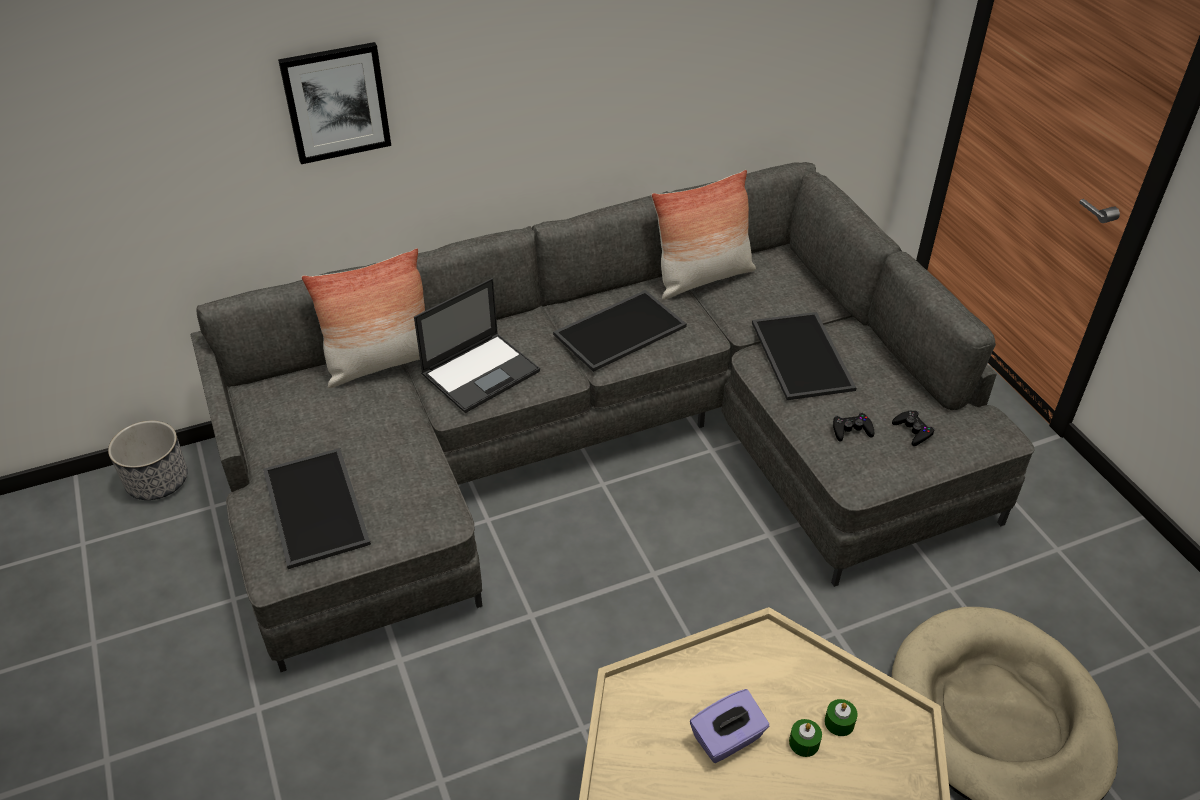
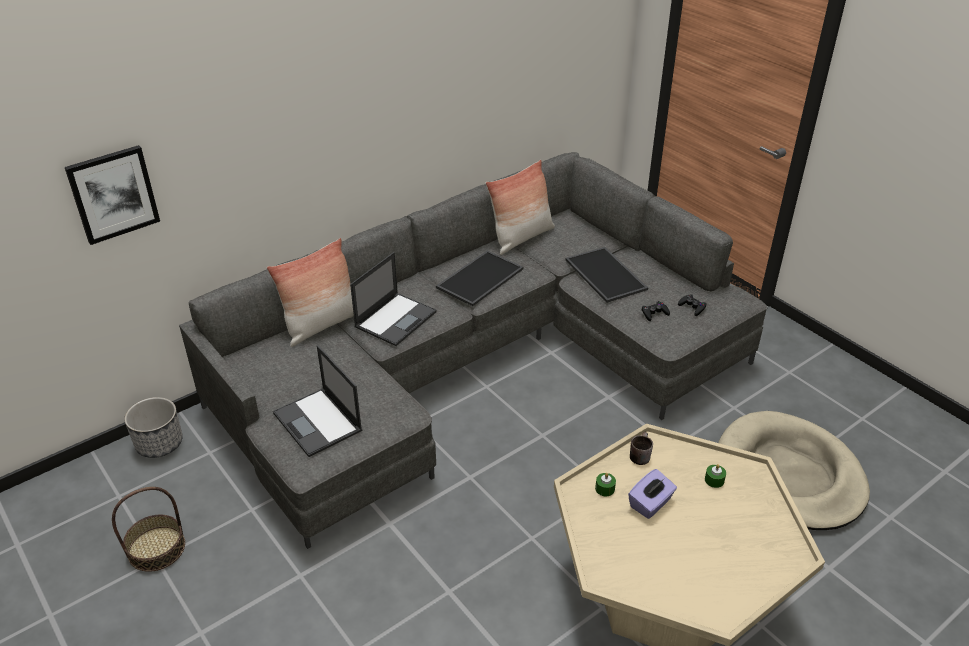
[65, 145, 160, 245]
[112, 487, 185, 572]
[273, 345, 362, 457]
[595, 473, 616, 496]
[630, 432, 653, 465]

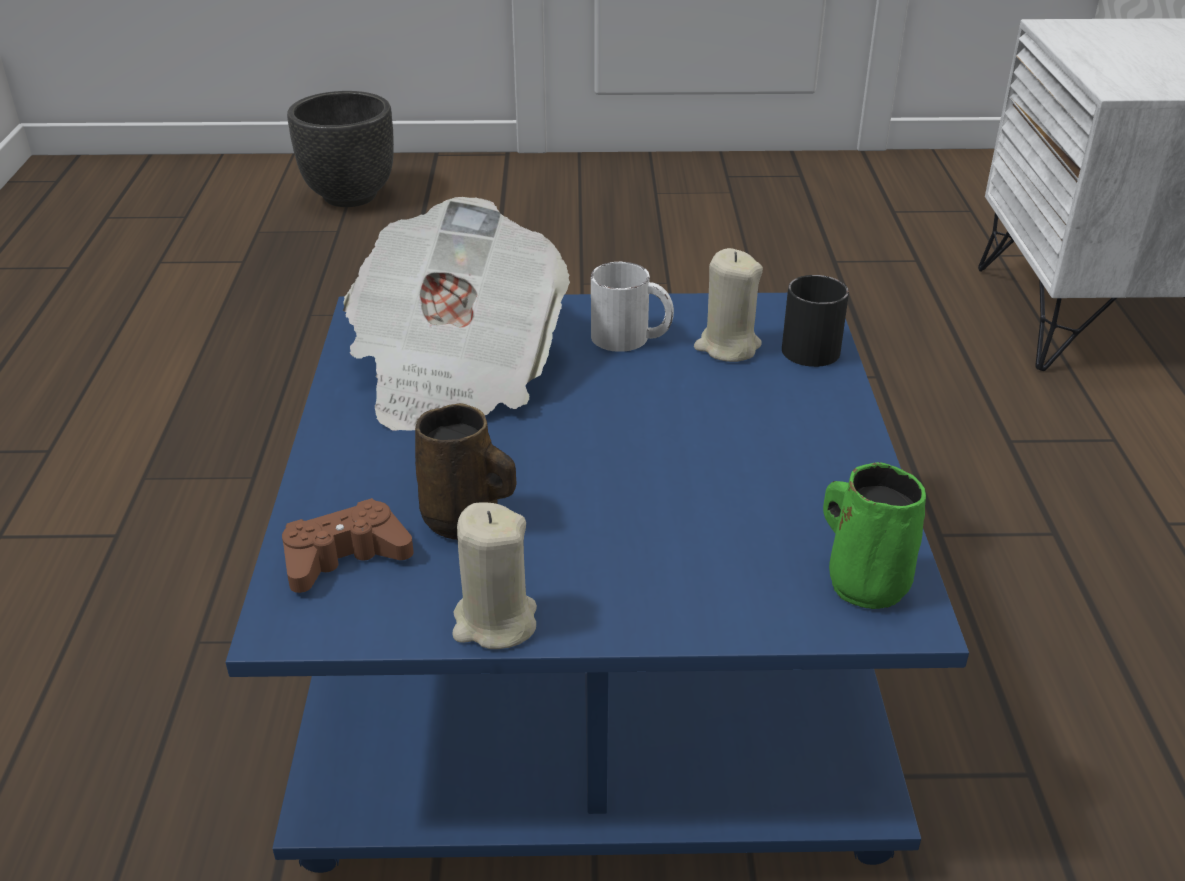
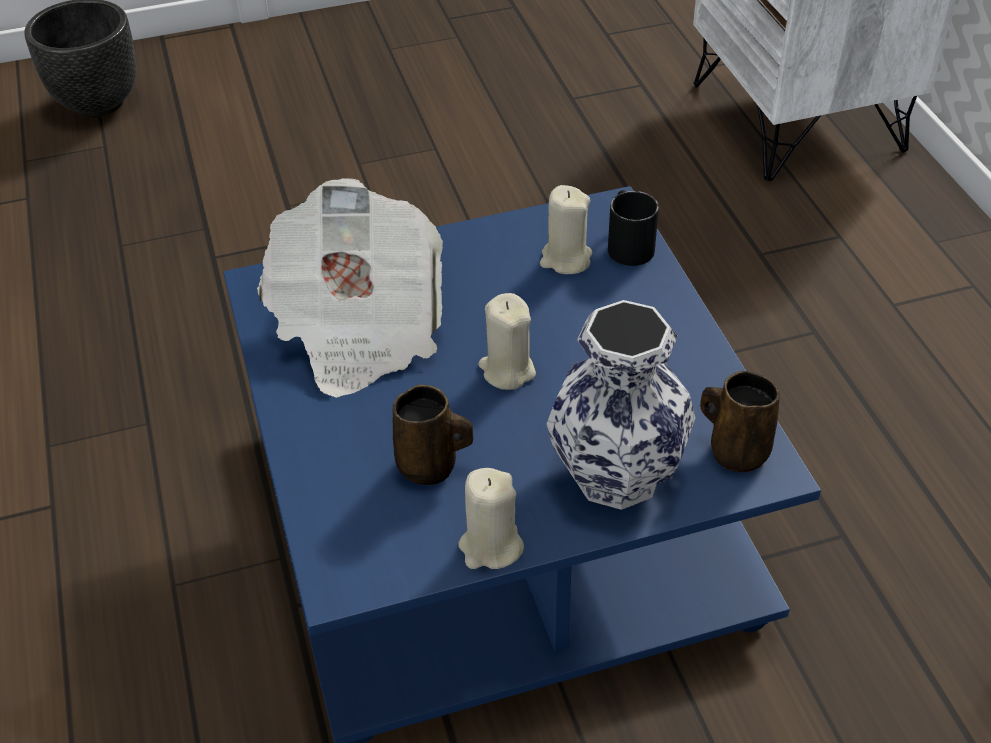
[478, 293, 536, 390]
[546, 300, 695, 510]
[700, 371, 780, 472]
[282, 498, 414, 593] (first image)
[591, 262, 674, 352] (first image)

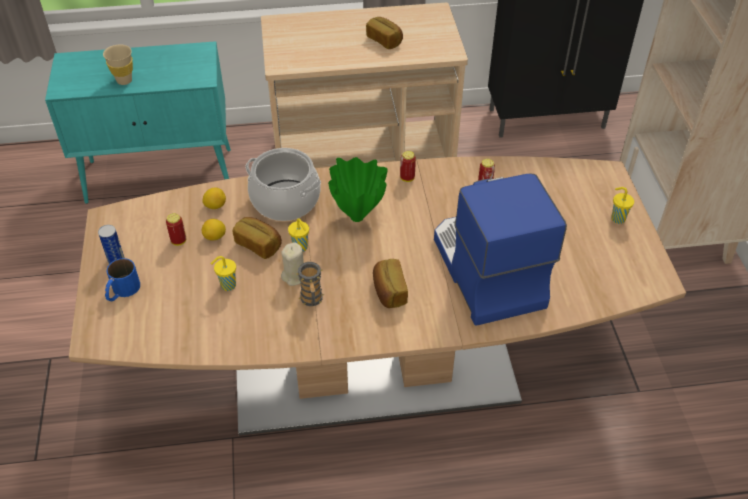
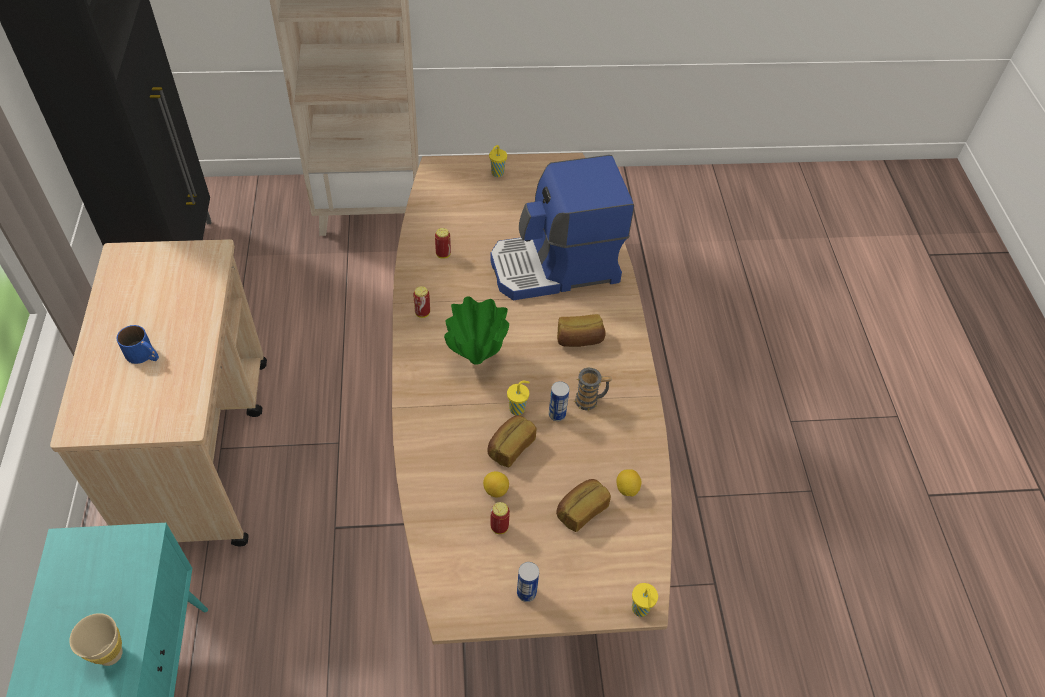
[116, 325, 159, 364]
[549, 381, 569, 421]
[556, 479, 611, 532]
[616, 470, 641, 497]
[632, 583, 658, 617]
[245, 148, 321, 221] (first image)

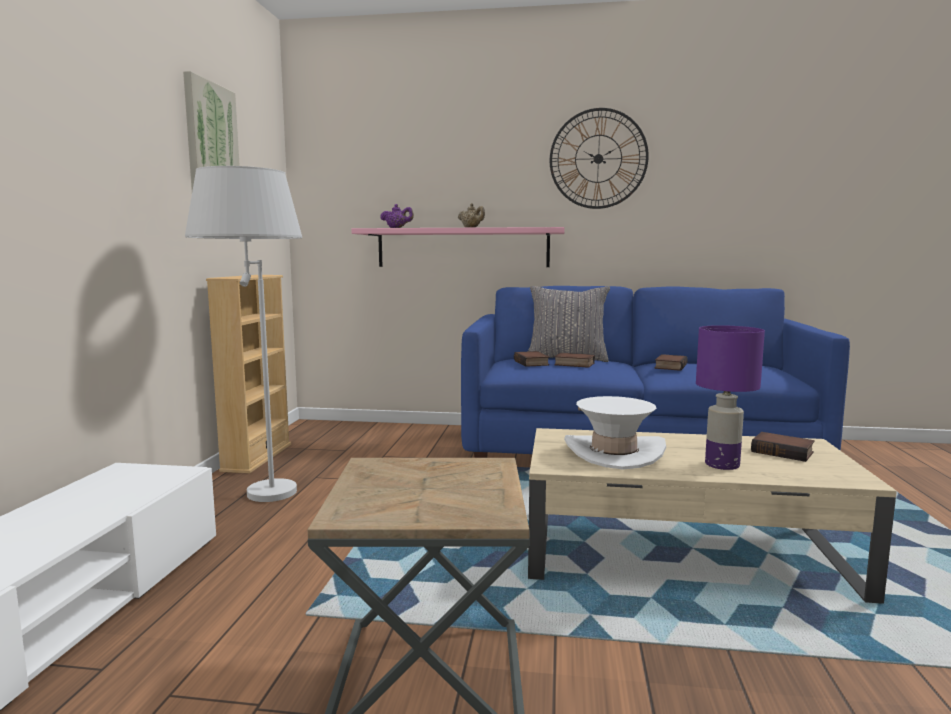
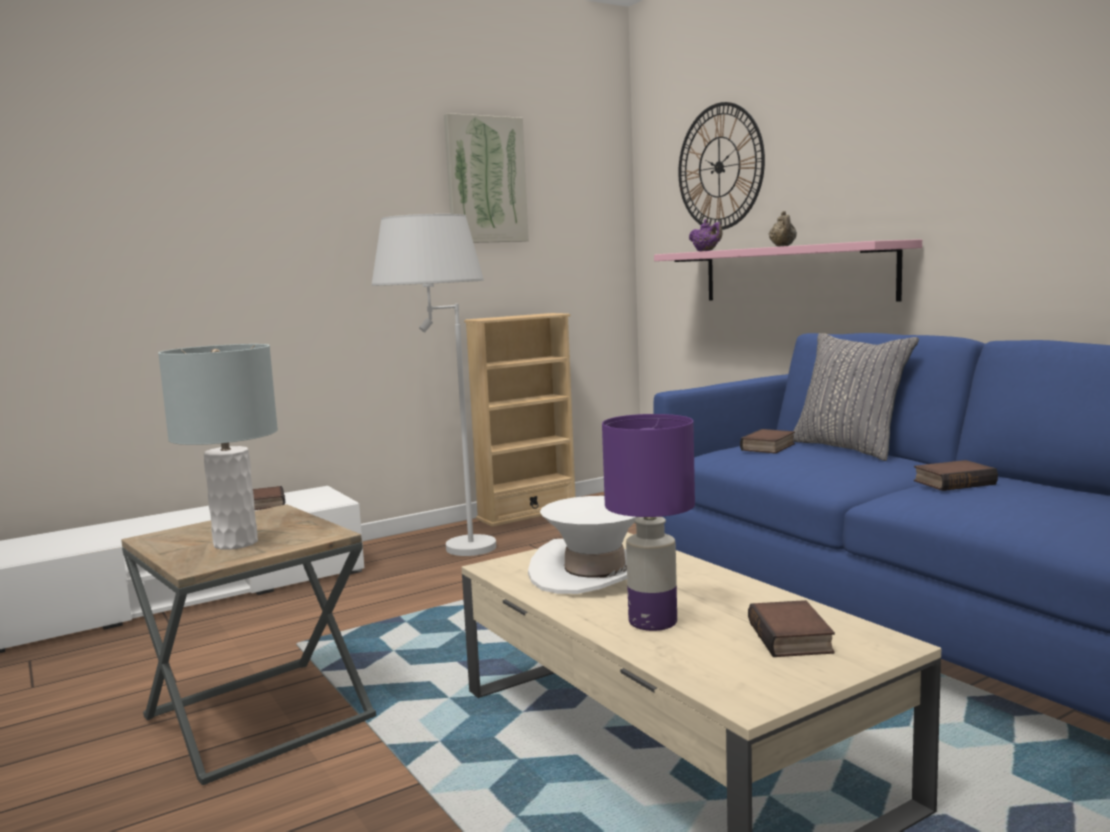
[158, 344, 278, 550]
[253, 486, 285, 510]
[678, 102, 765, 230]

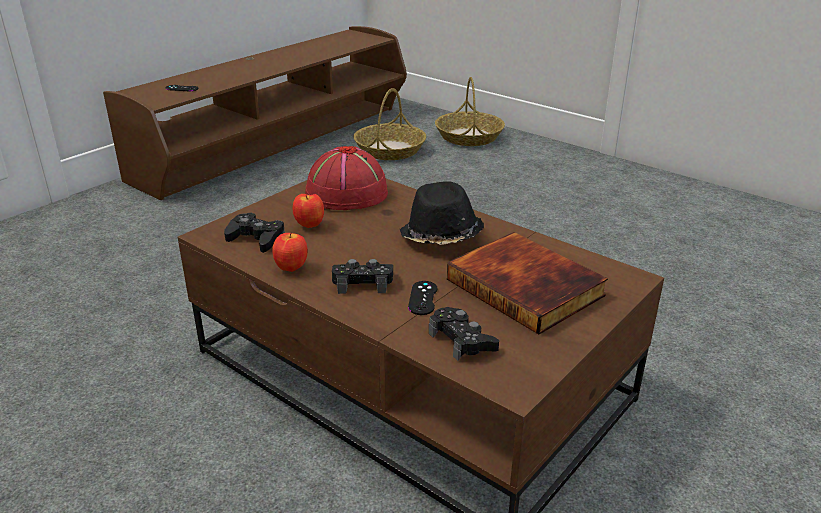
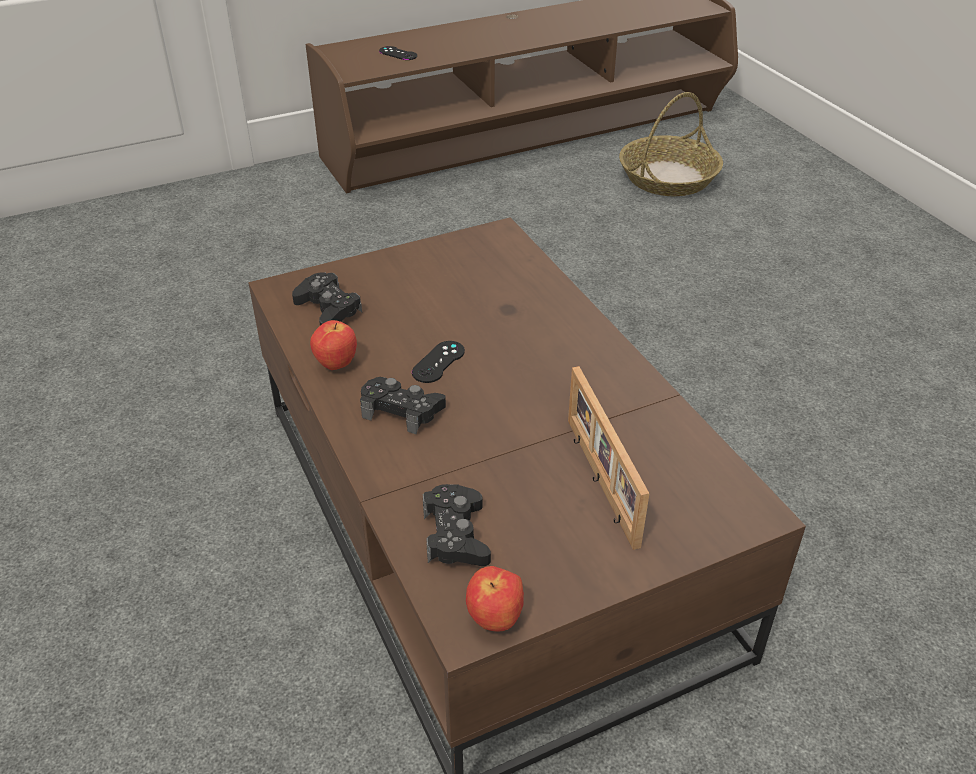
[412, 341, 465, 383]
[466, 566, 524, 632]
[568, 366, 650, 550]
[305, 146, 388, 210] (first image)
[400, 181, 484, 245] (first image)
[435, 77, 505, 146] (first image)

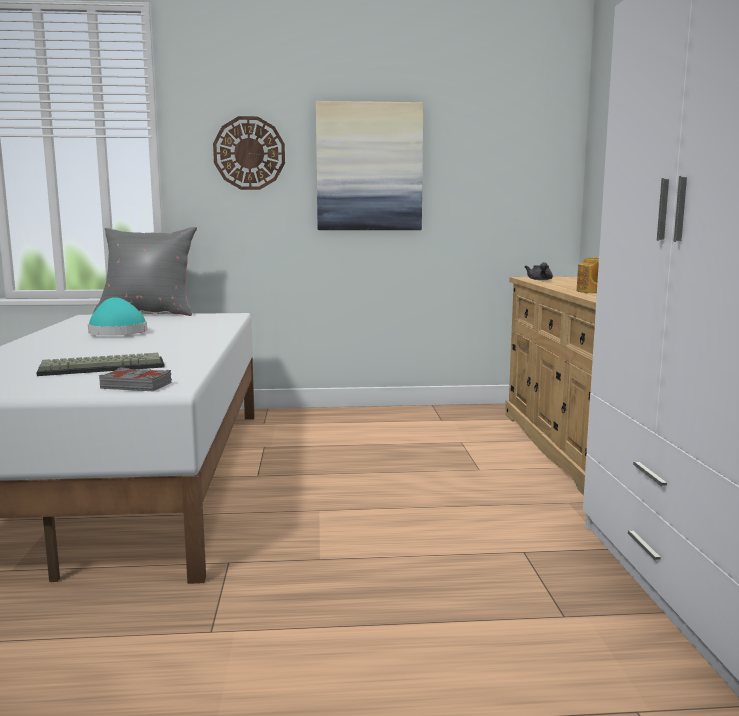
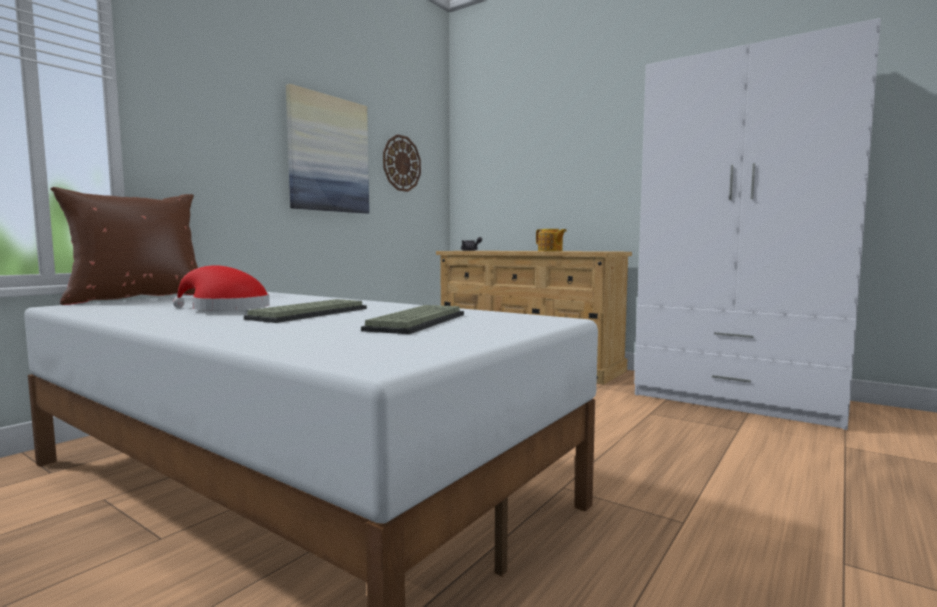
[50, 187, 198, 305]
[173, 265, 270, 310]
[244, 299, 367, 323]
[383, 134, 421, 192]
[99, 367, 172, 391] (first image)

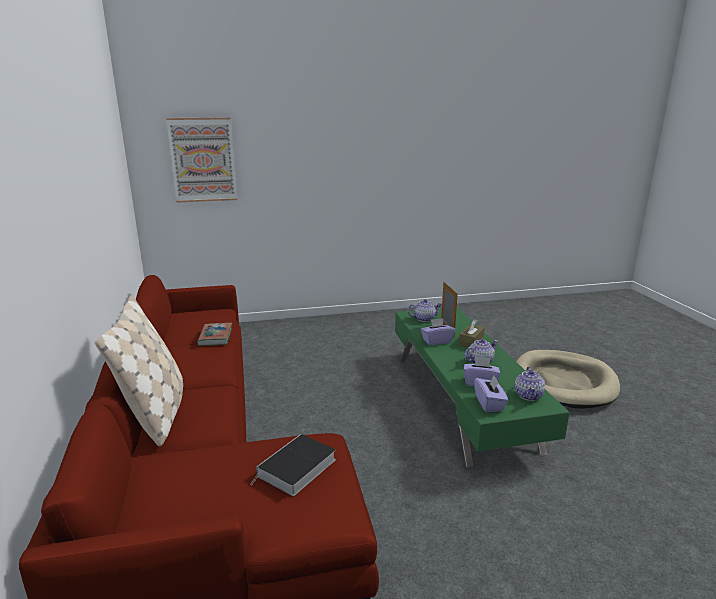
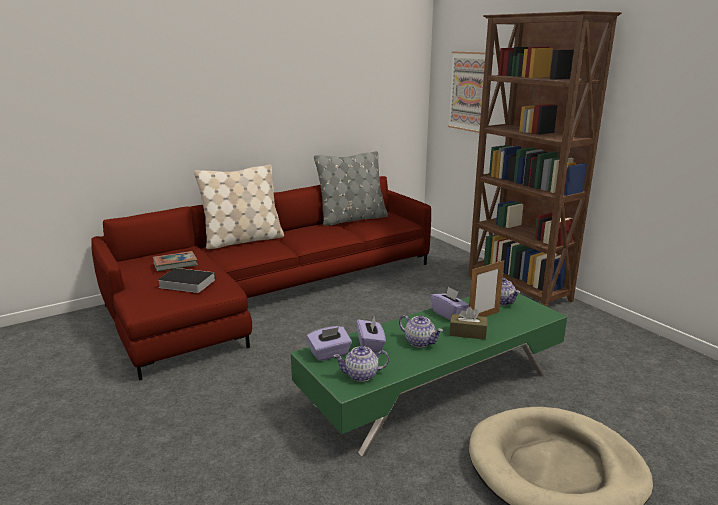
[153, 251, 198, 271]
[314, 151, 388, 226]
[468, 11, 622, 307]

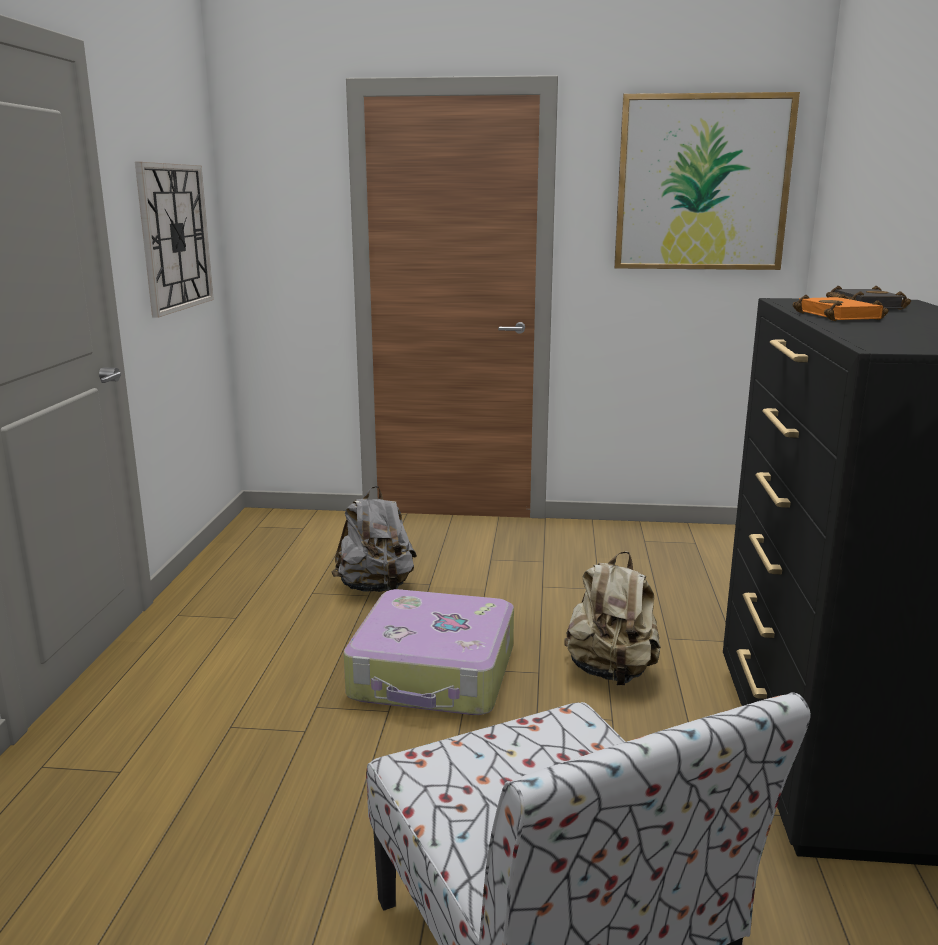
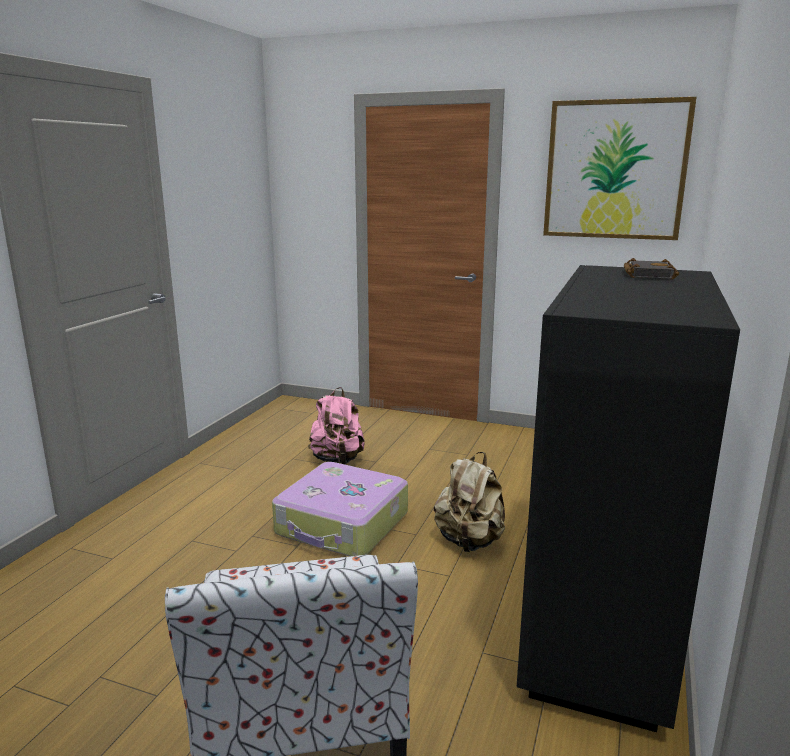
[308, 387, 365, 464]
[135, 162, 214, 318] (first image)
[793, 294, 889, 321] (first image)

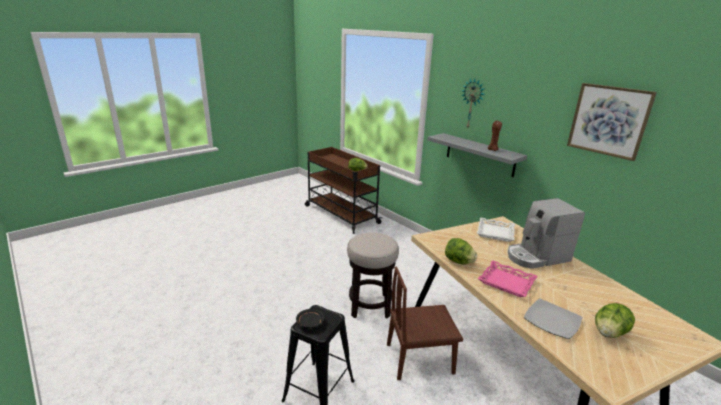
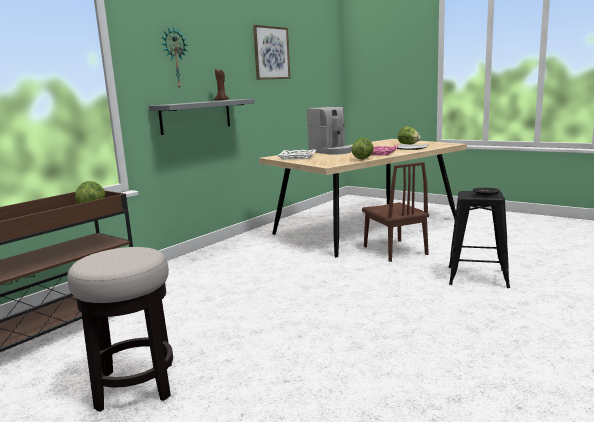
[67, 247, 173, 412]

